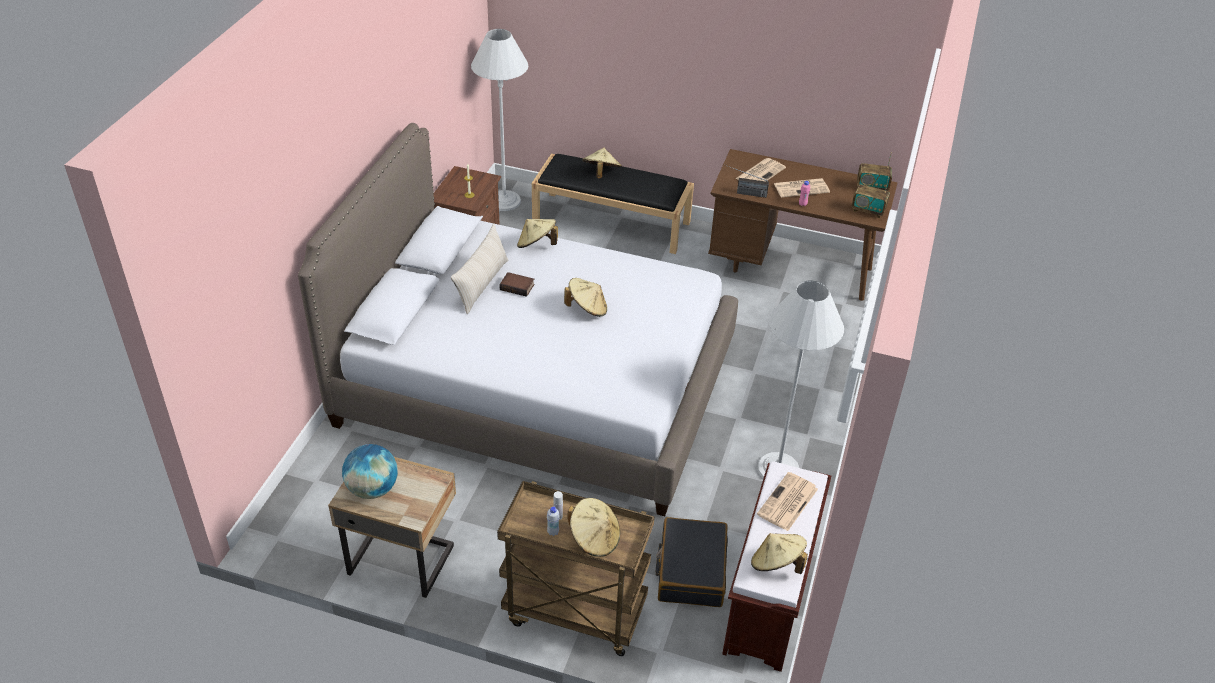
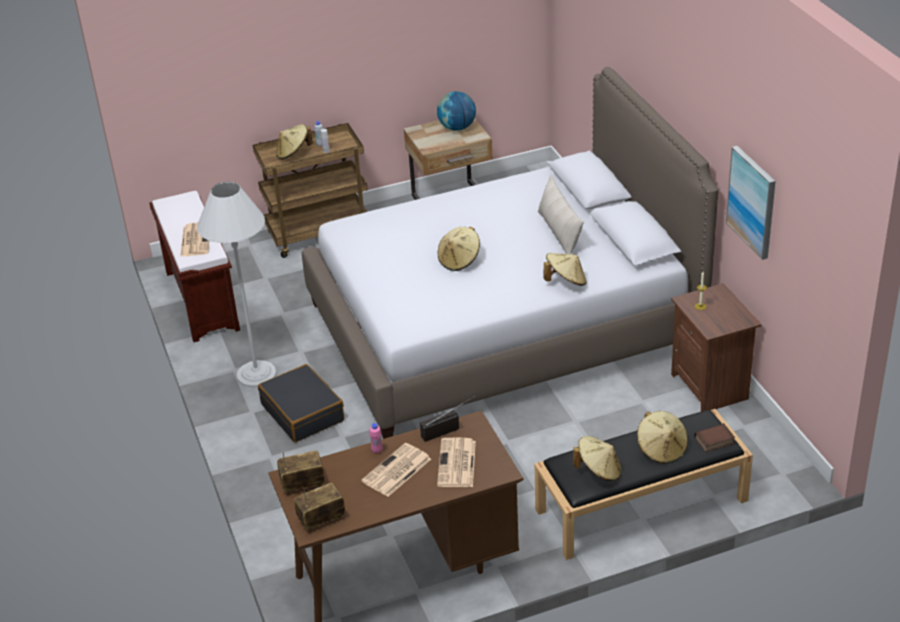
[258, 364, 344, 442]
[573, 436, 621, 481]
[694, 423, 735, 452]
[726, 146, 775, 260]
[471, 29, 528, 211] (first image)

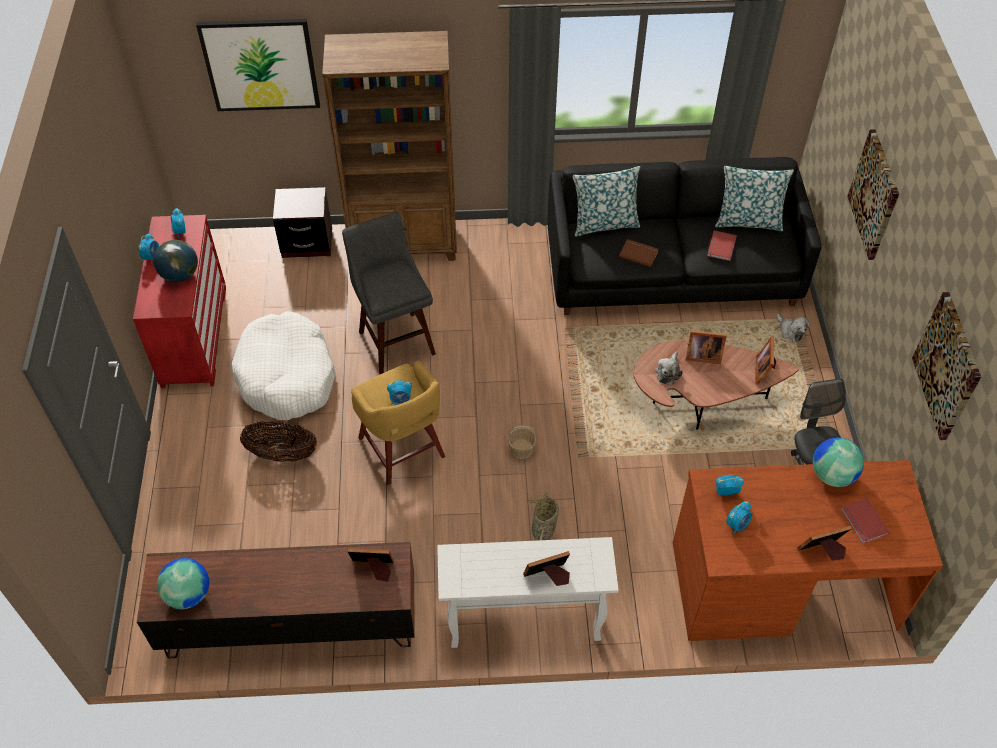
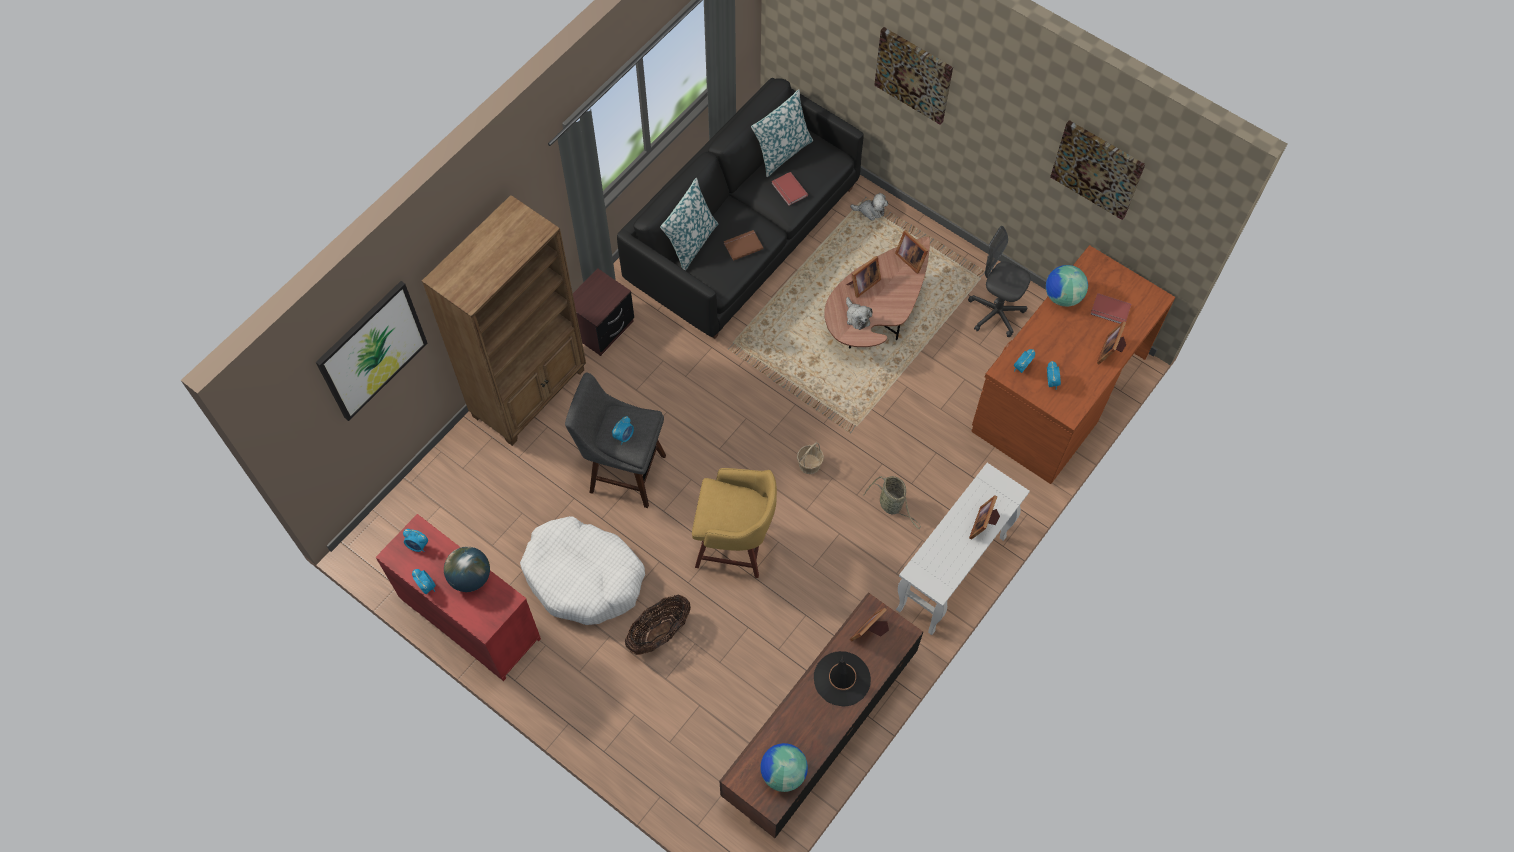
[573, 268, 634, 356]
[612, 416, 634, 445]
[814, 651, 871, 707]

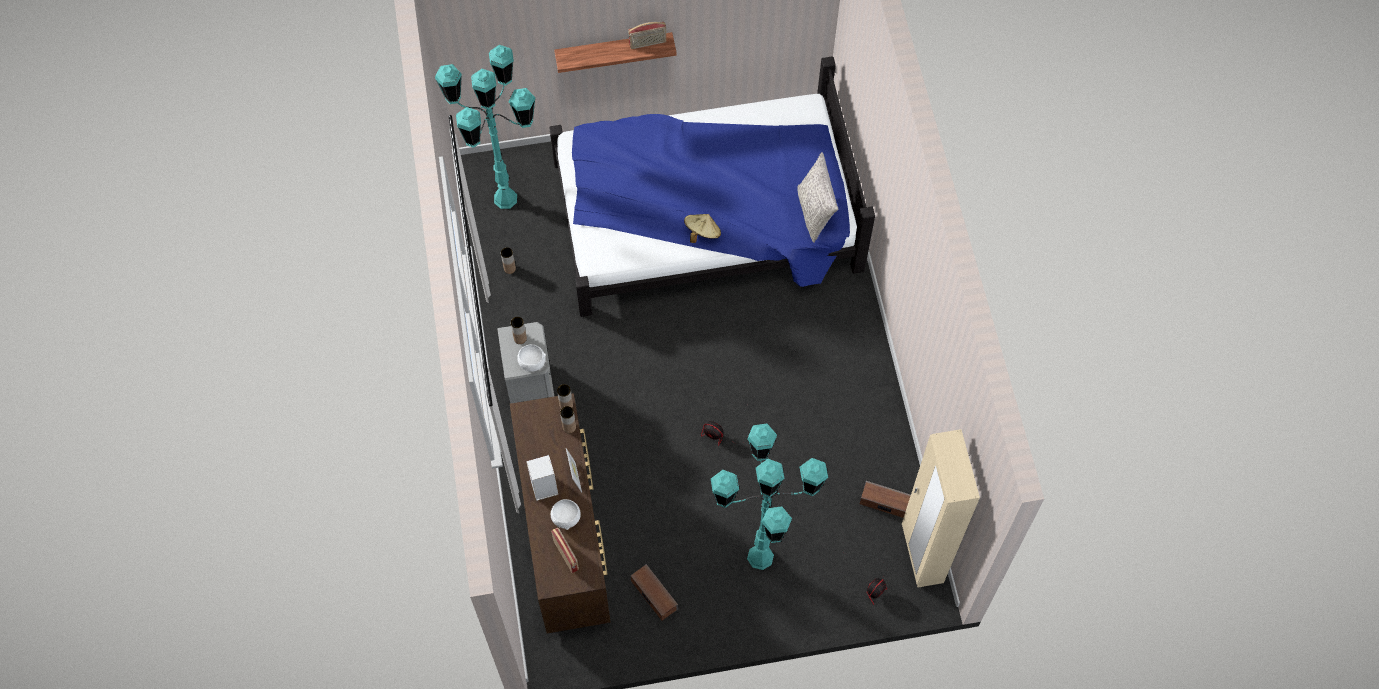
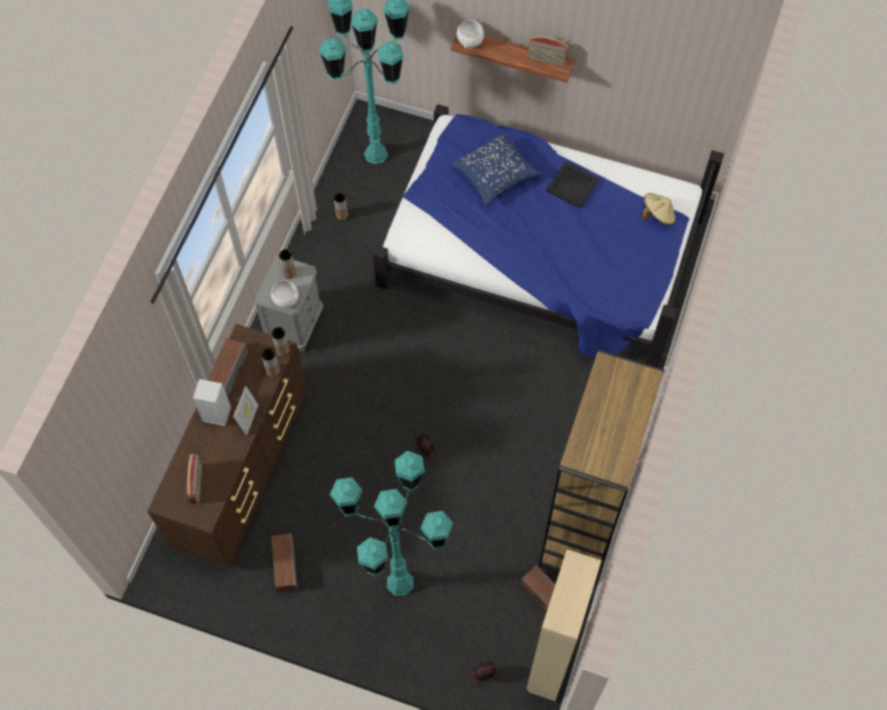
[208, 338, 248, 397]
[451, 132, 541, 206]
[456, 20, 484, 48]
[539, 349, 665, 586]
[546, 162, 600, 208]
[641, 193, 676, 225]
[797, 152, 838, 243] (first image)

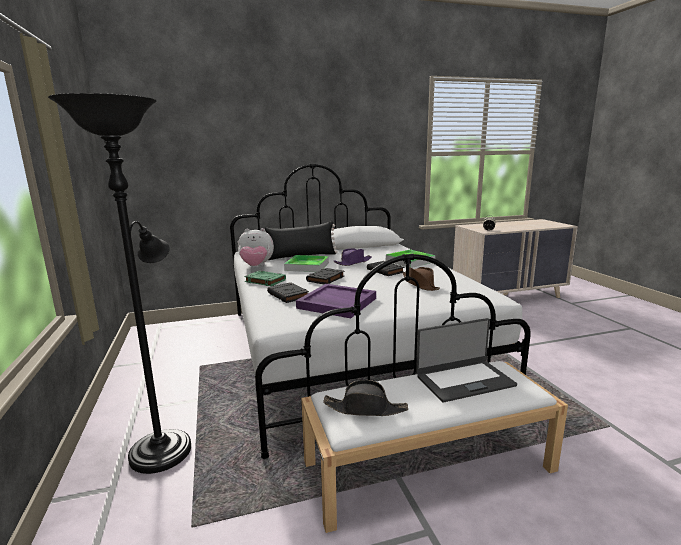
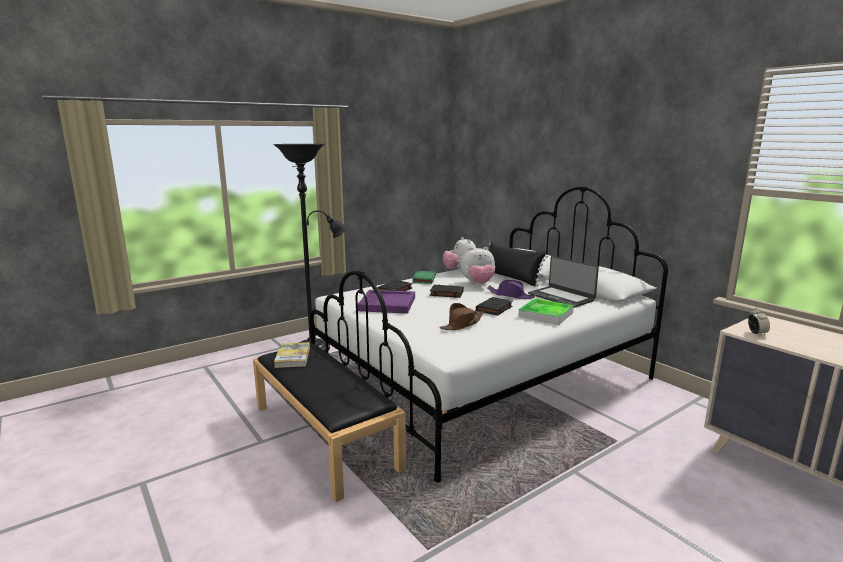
[253, 343, 406, 502]
[274, 342, 310, 368]
[460, 247, 495, 284]
[528, 256, 599, 308]

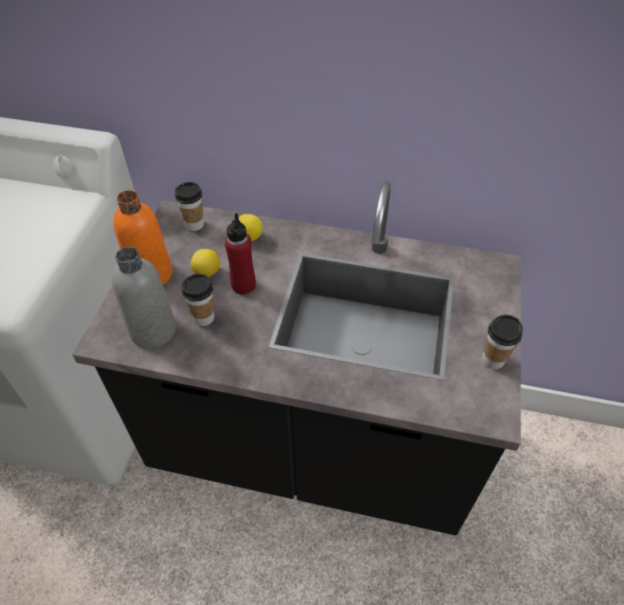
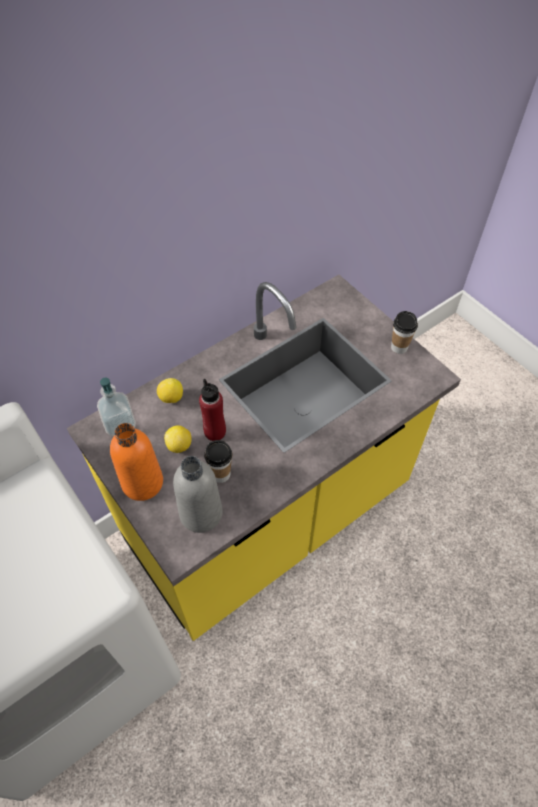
[67, 275, 461, 641]
[97, 378, 136, 436]

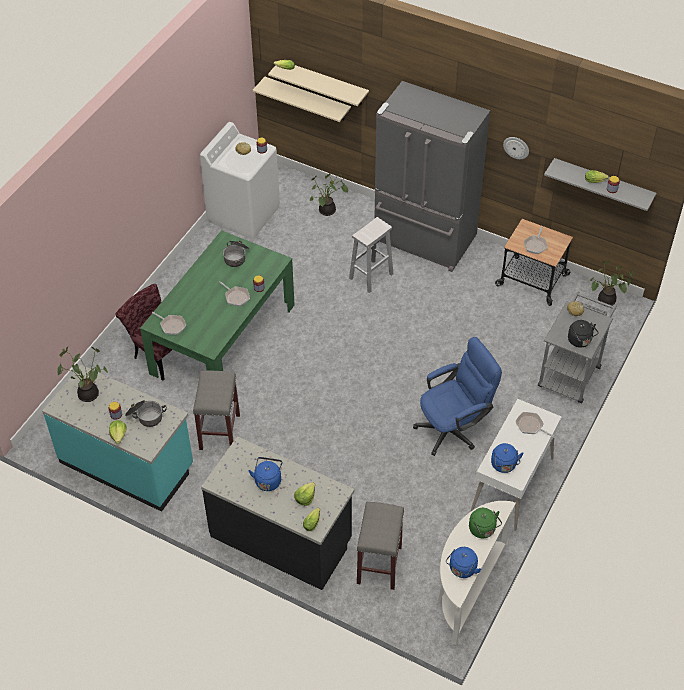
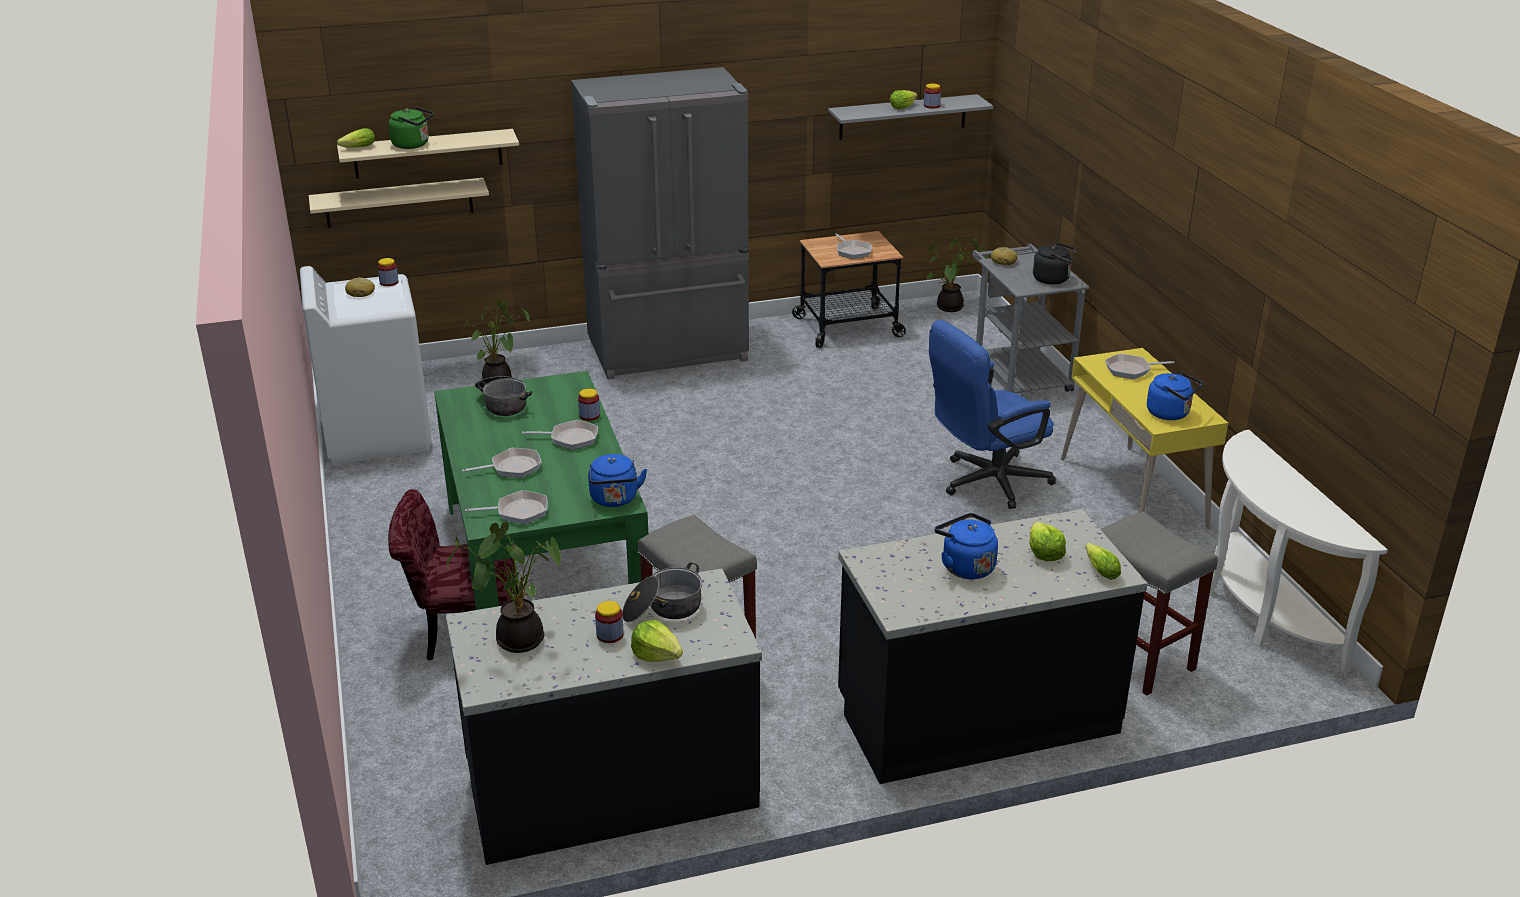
[388, 106, 433, 149]
[446, 568, 762, 865]
[462, 448, 542, 478]
[588, 454, 647, 507]
[929, 320, 1056, 509]
[1061, 348, 1228, 529]
[349, 217, 393, 293] (first image)
[503, 137, 529, 159] (first image)

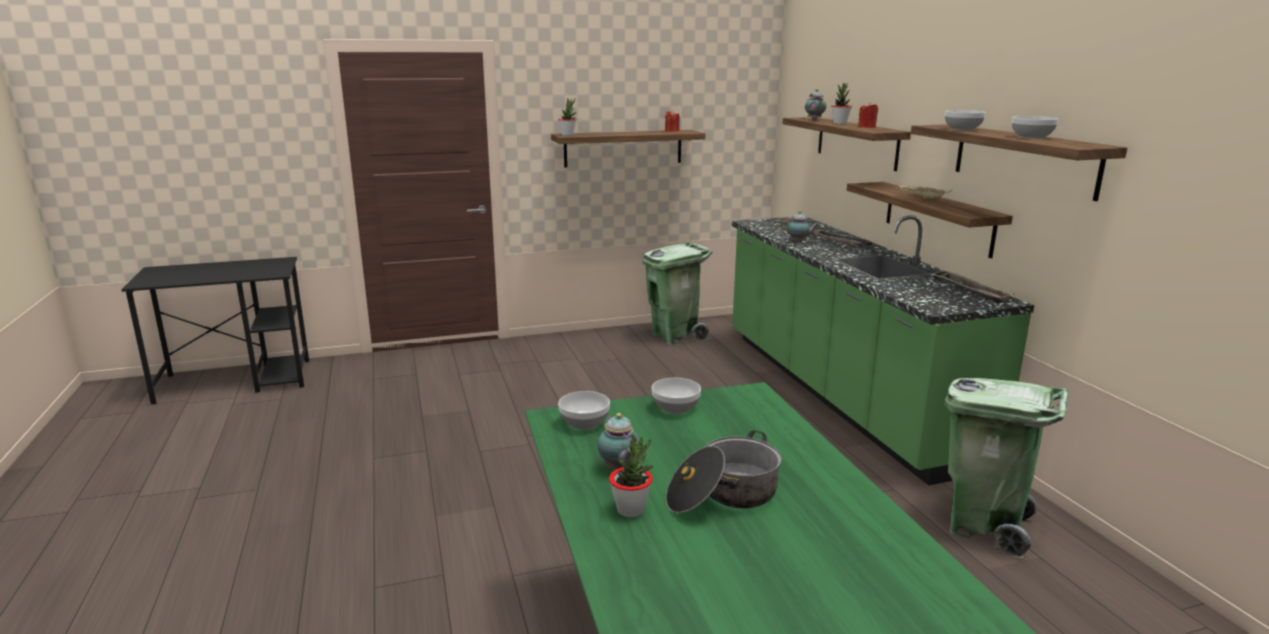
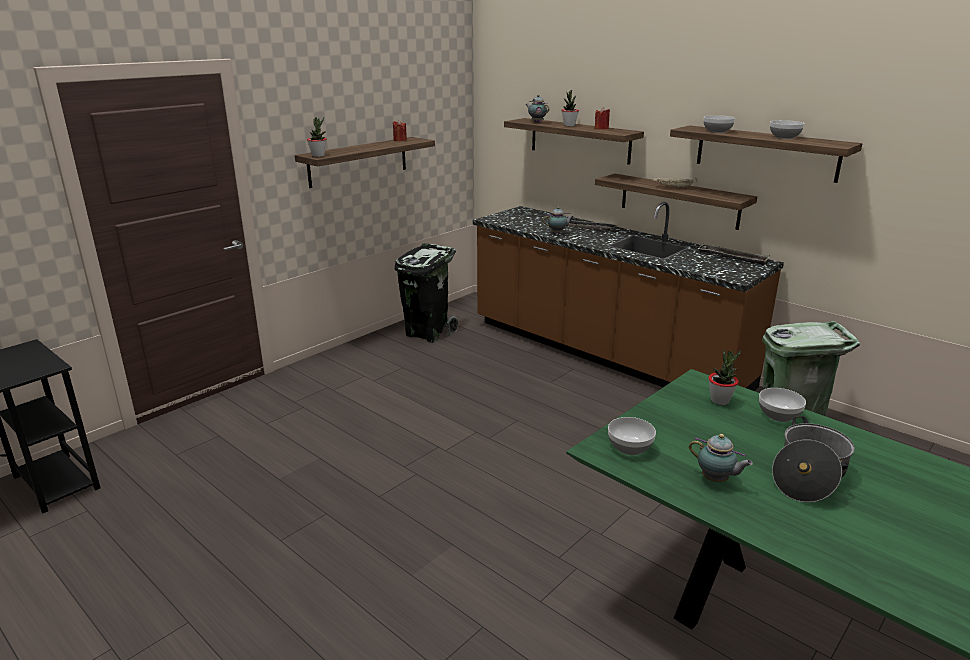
[395, 244, 458, 343]
[473, 202, 784, 391]
[708, 350, 741, 405]
[759, 388, 806, 422]

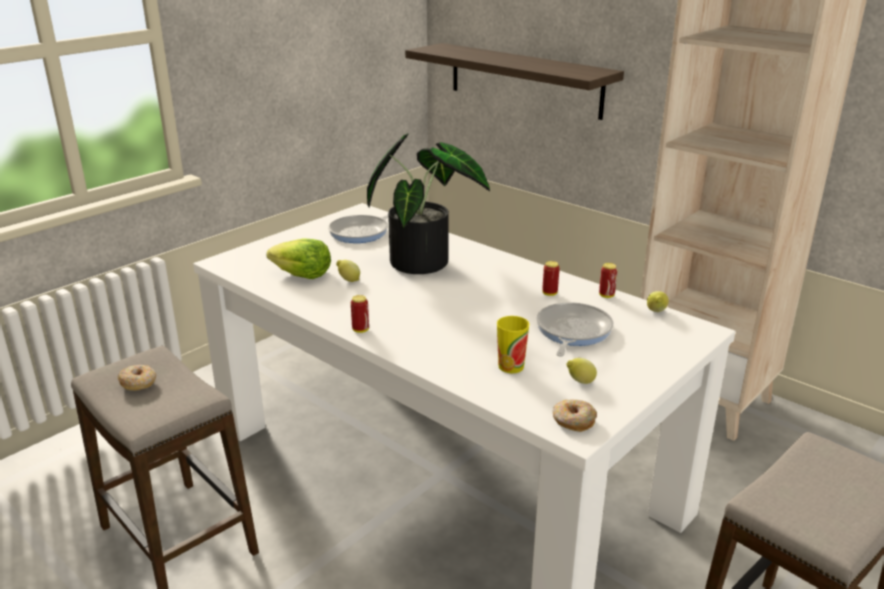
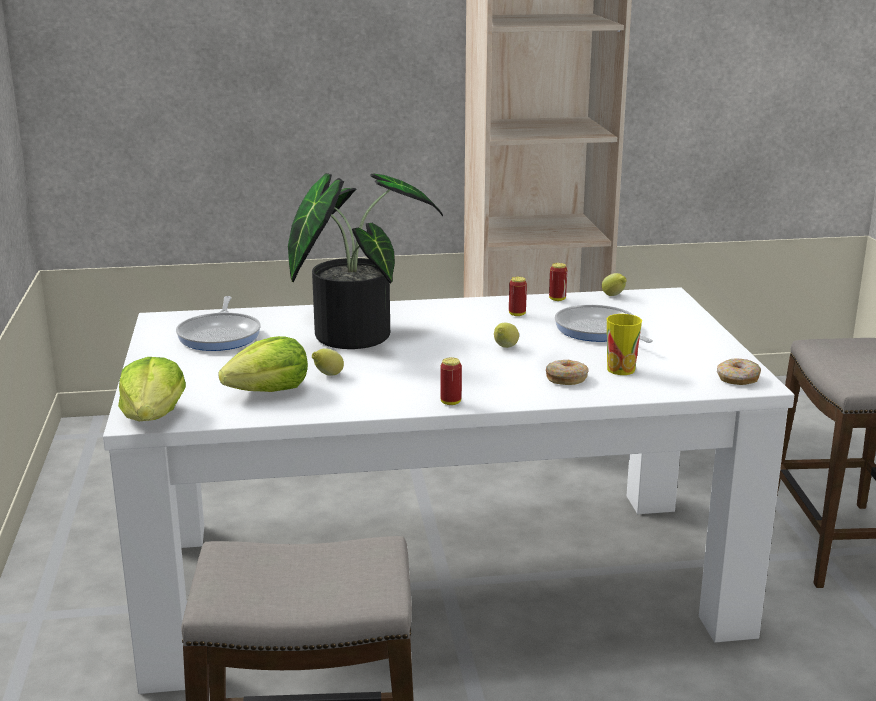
[118, 357, 186, 421]
[494, 323, 519, 348]
[546, 360, 589, 385]
[405, 43, 624, 120] (first image)

